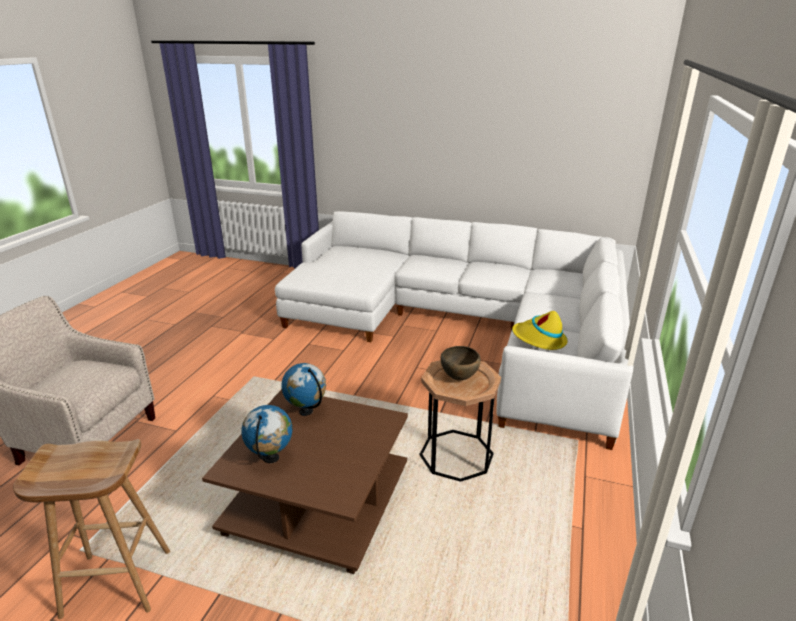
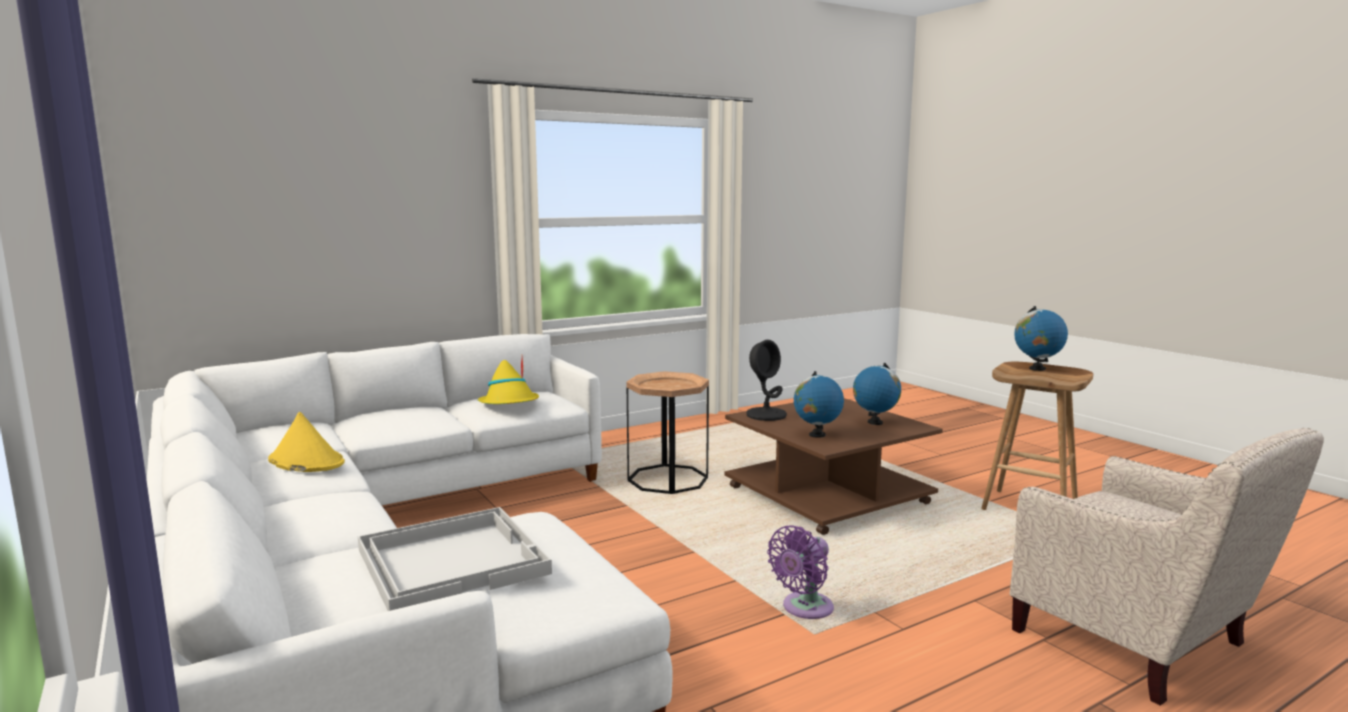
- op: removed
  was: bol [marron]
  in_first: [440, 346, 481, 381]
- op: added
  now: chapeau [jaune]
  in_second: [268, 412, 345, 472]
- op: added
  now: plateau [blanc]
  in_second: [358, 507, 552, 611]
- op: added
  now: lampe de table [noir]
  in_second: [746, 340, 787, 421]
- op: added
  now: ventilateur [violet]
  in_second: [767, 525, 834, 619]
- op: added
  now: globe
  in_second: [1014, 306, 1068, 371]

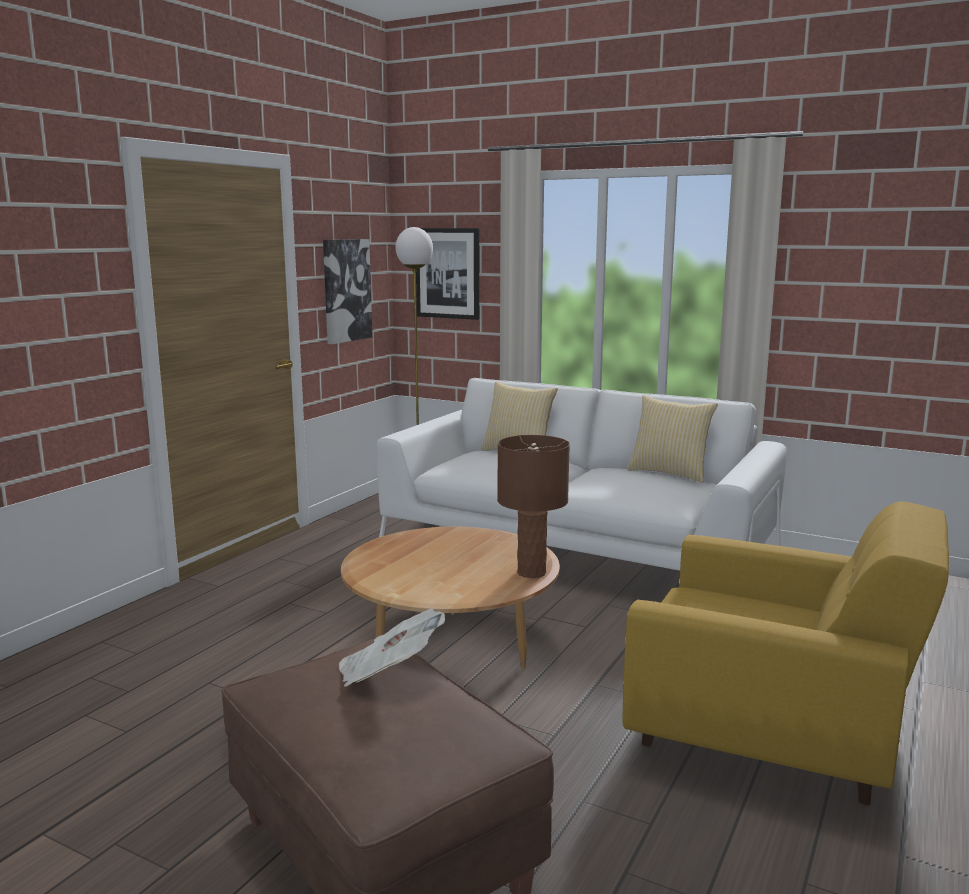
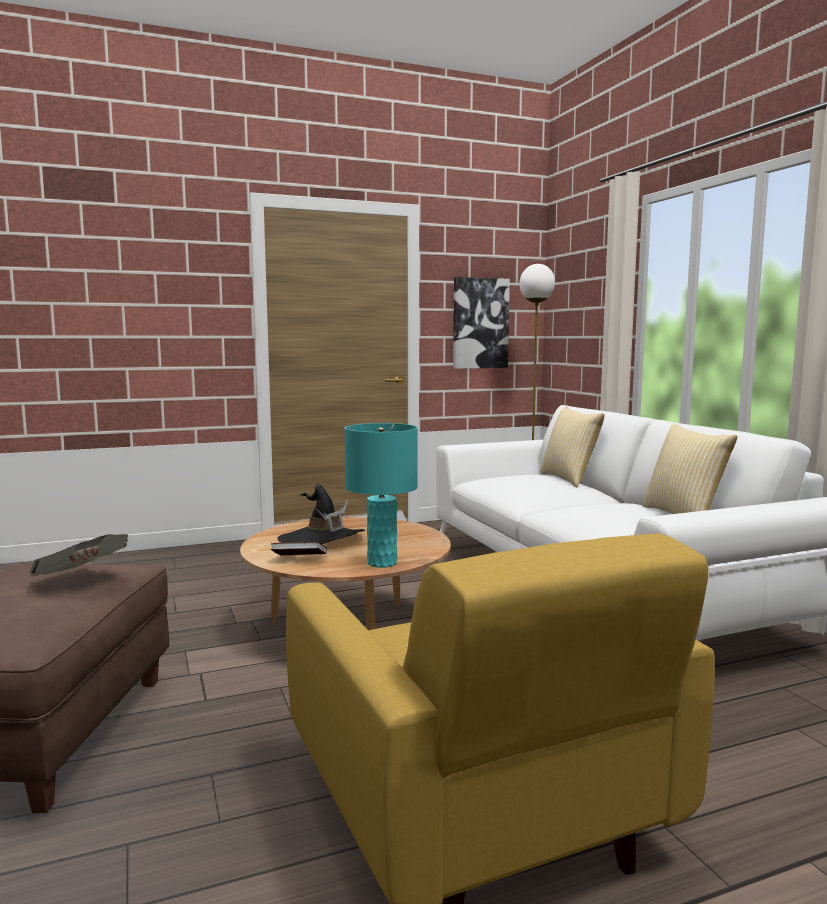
- op: removed
  was: tableau
  in_first: [416, 228, 479, 320]
- op: added
  now: livre
  in_second: [271, 542, 327, 555]
- op: added
  now: chapeau [noir]
  in_second: [277, 484, 365, 544]
- op: recoloured
  was: lampe de table [marron]
  now: lampe de table [turquoise]
  in_first: [497, 435, 570, 578]
  in_second: [345, 423, 418, 568]

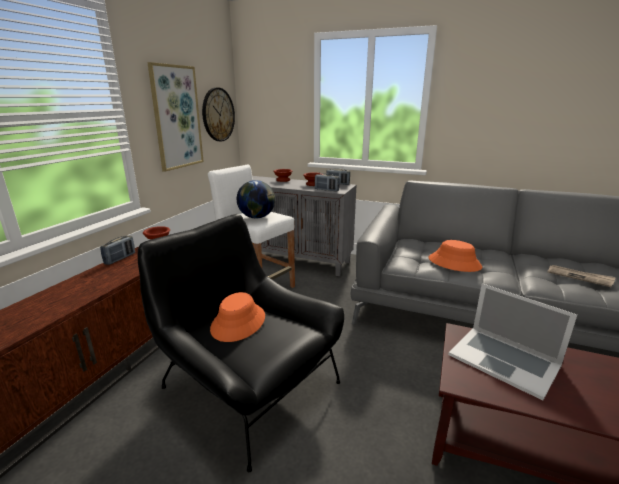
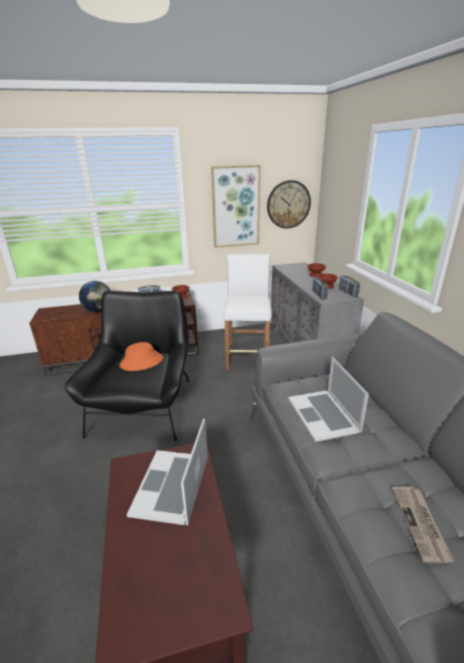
- op: moved
  was: globe
  in_first: [237, 180, 275, 219]
  in_second: [79, 281, 111, 312]
- op: replaced
  was: chapeau [orange]
  now: ordinateur portable
  in_first: [429, 240, 482, 272]
  in_second: [288, 357, 369, 442]

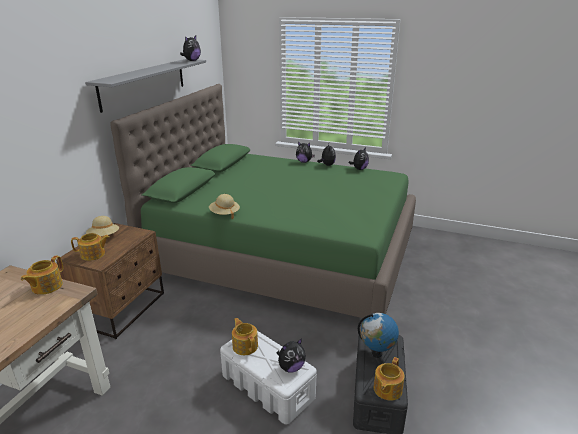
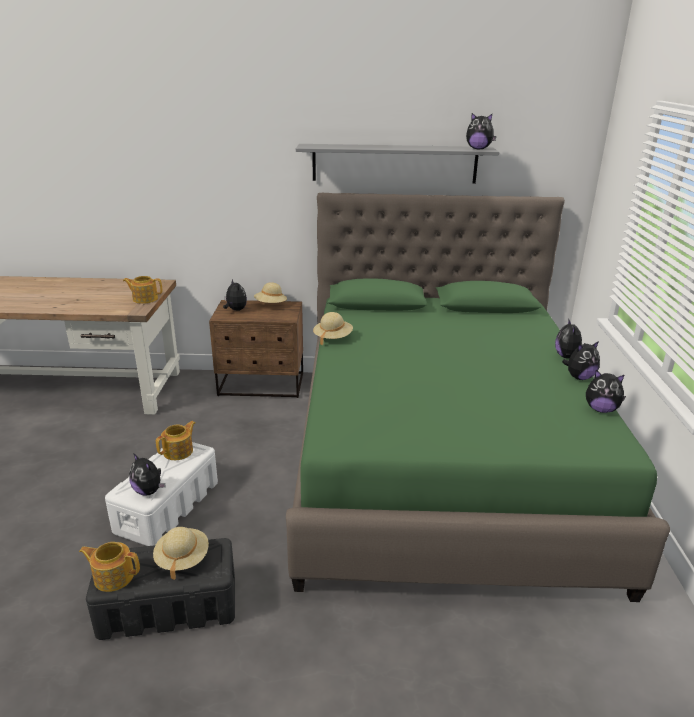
- op: replaced
  was: théière
  now: peluche
  in_first: [71, 233, 110, 261]
  in_second: [223, 278, 247, 311]
- op: replaced
  was: globe
  now: chapeau [beige]
  in_first: [358, 313, 399, 358]
  in_second: [153, 527, 209, 580]

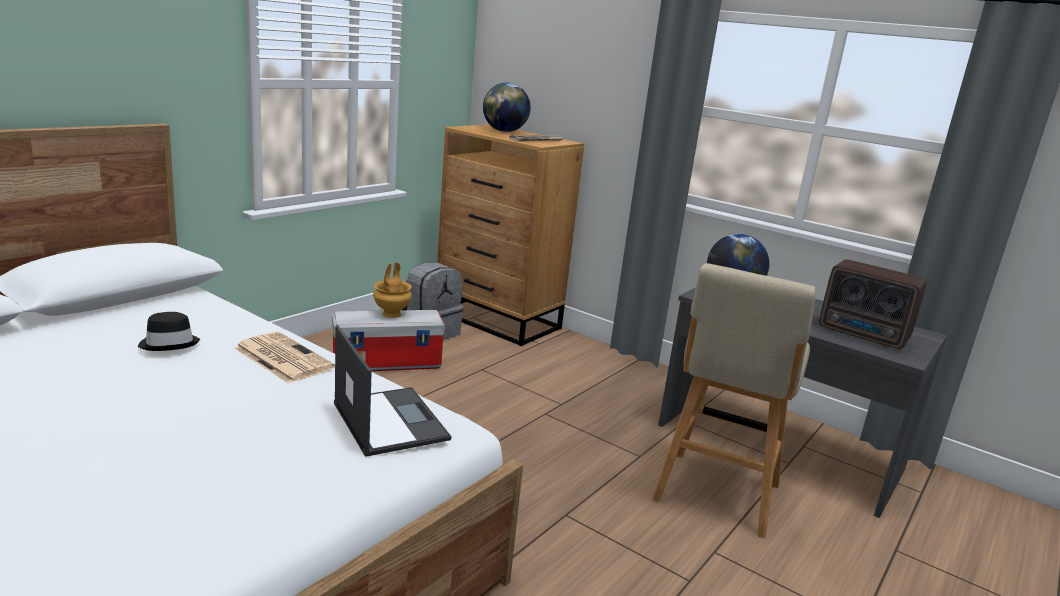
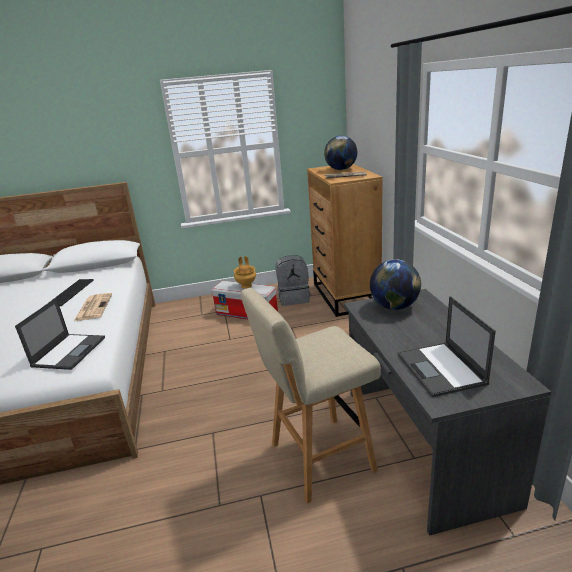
- op: replaced
  was: chapeau [noir]
  now: clavier
  in_first: [138, 312, 200, 351]
  in_second: [47, 279, 94, 306]
- op: replaced
  was: radio
  now: ordinateur portable
  in_first: [819, 260, 927, 349]
  in_second: [398, 296, 496, 397]

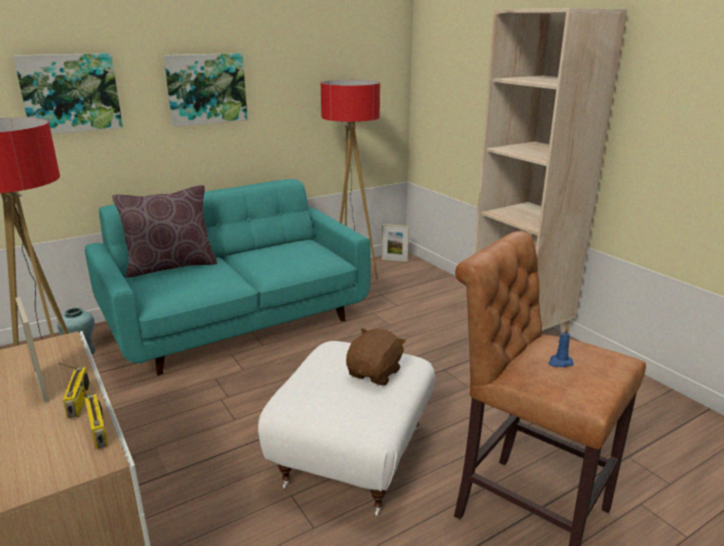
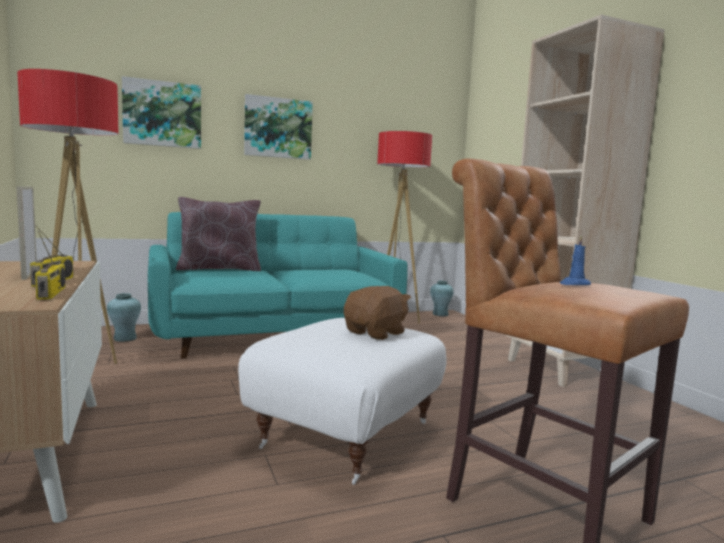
- op: replaced
  was: cadre photo
  now: vase [turquoise]
  in_first: [381, 224, 409, 262]
  in_second: [430, 281, 453, 316]

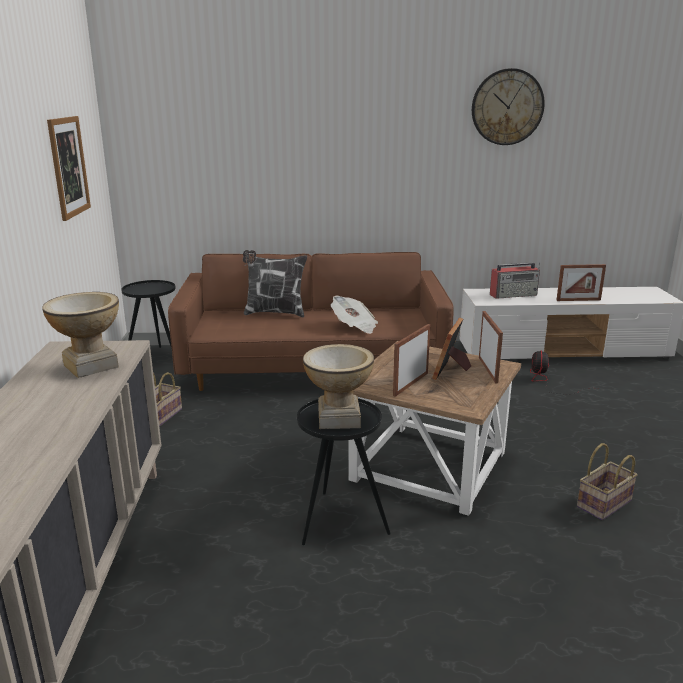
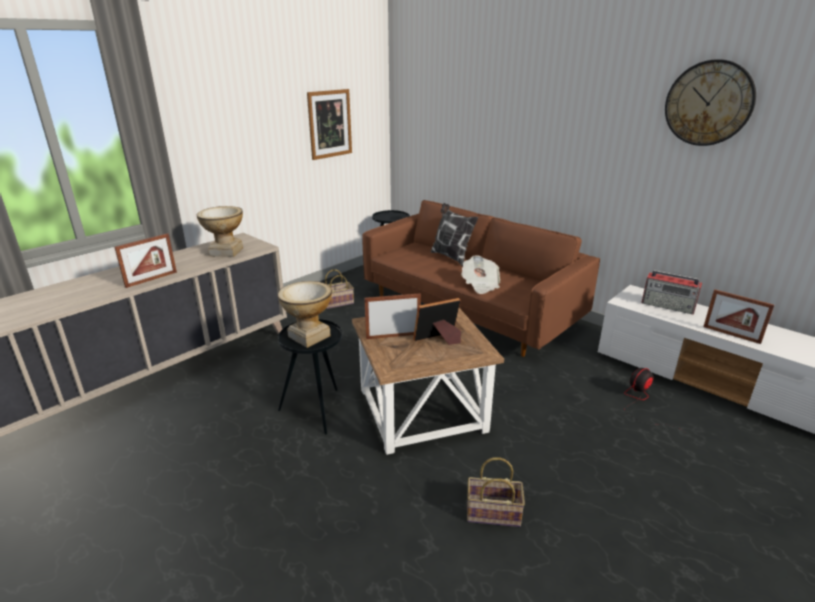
- op: moved
  was: cadre photo
  in_first: [479, 311, 503, 383]
  in_second: [115, 233, 177, 288]

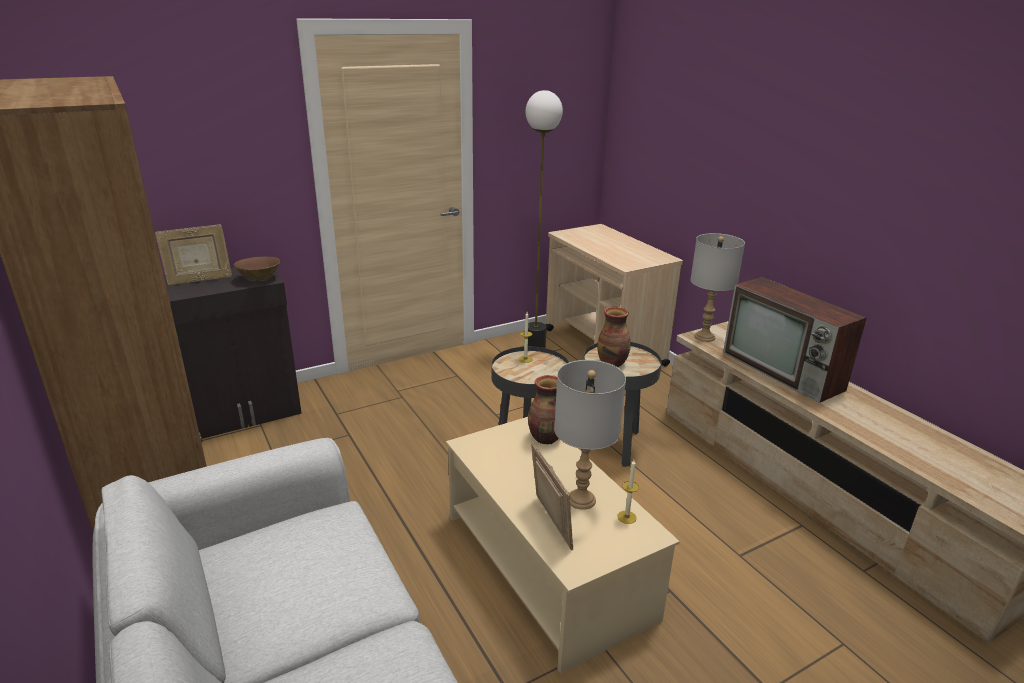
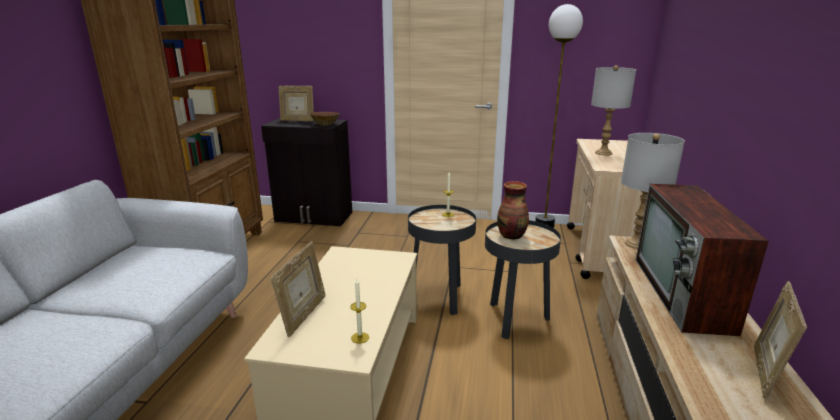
- op: removed
  was: vase
  in_first: [528, 375, 559, 444]
- op: added
  now: cadre photo
  in_second: [754, 281, 807, 399]
- op: moved
  was: lampe de table [gris]
  in_first: [554, 360, 626, 510]
  in_second: [591, 65, 636, 156]

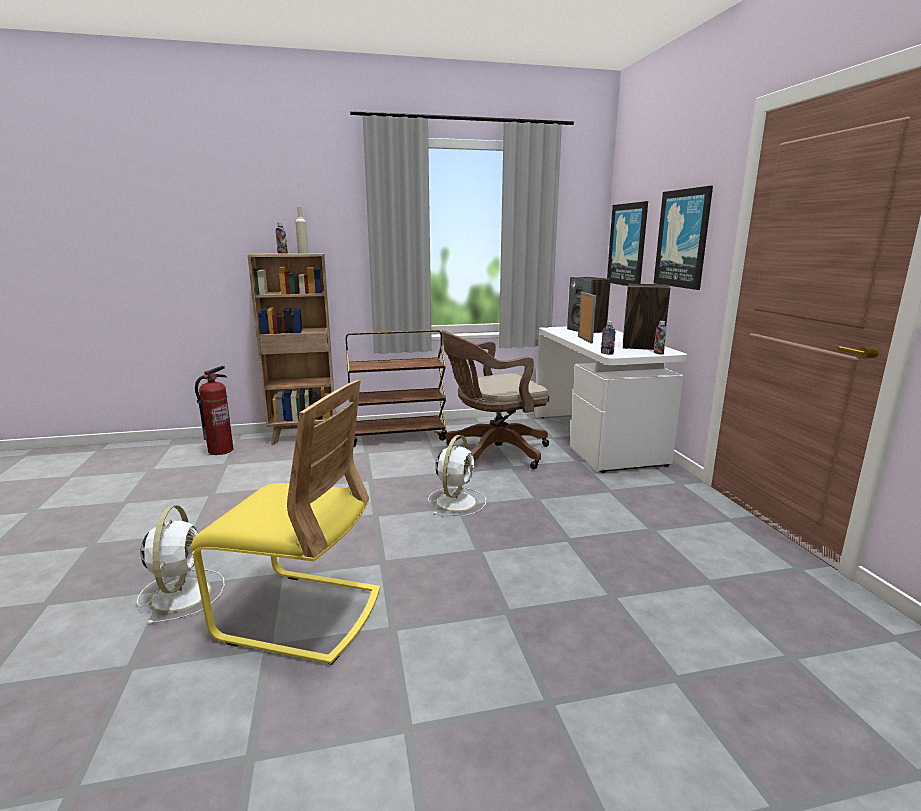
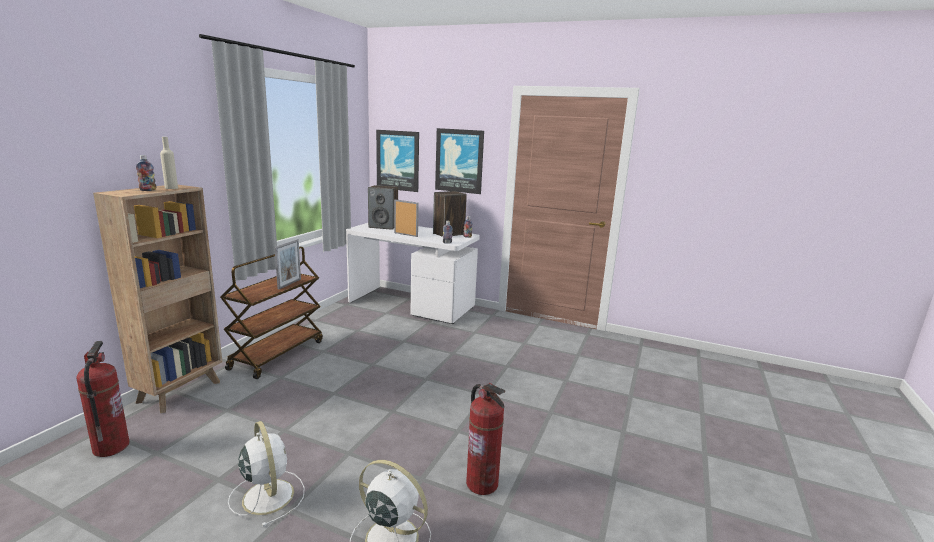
- op: removed
  was: chaise de bureau [marron]
  in_first: [441, 330, 549, 469]
- op: added
  now: cadre photo
  in_second: [274, 240, 301, 289]
- op: moved
  was: ventilateur [blanc]
  in_first: [428, 435, 486, 516]
  in_second: [228, 421, 305, 527]
- op: replaced
  was: chaise [jaune]
  now: extincteur
  in_first: [190, 380, 380, 665]
  in_second: [466, 383, 505, 495]

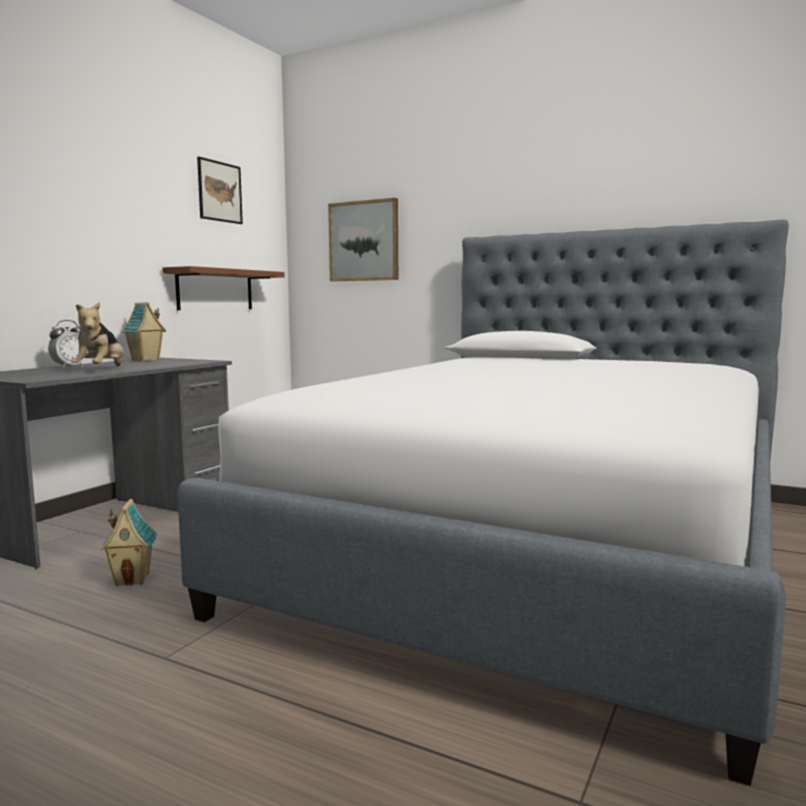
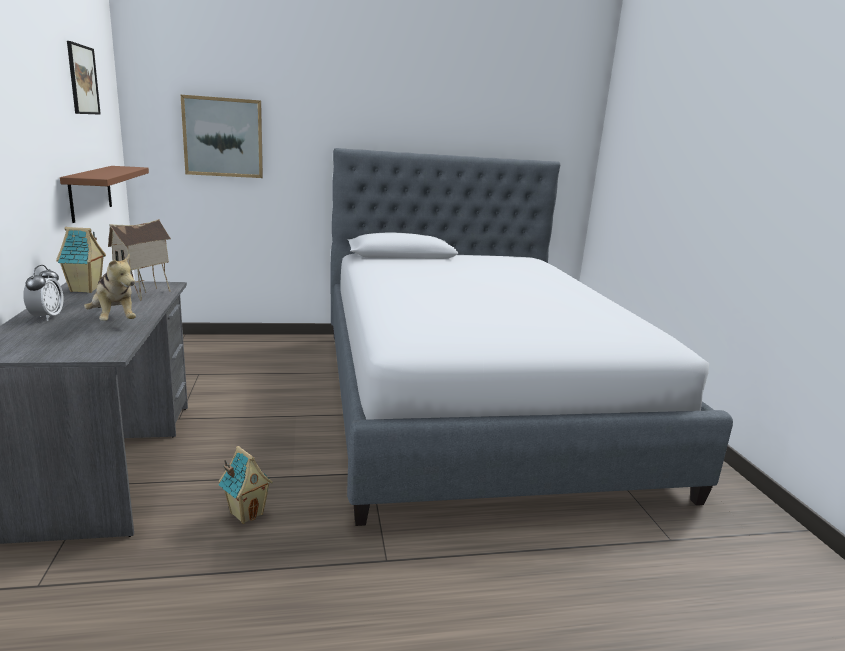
- op: added
  now: maison miniature
  in_second: [108, 219, 171, 301]

